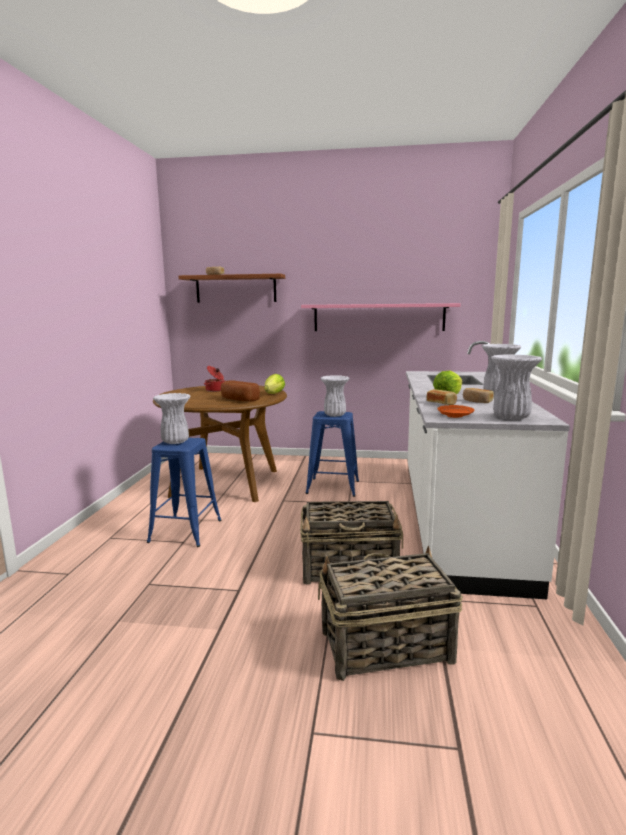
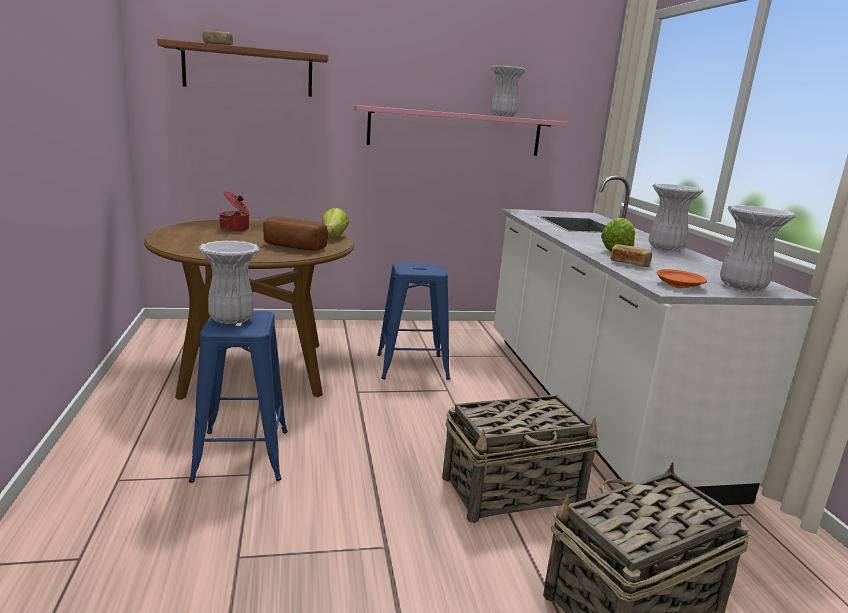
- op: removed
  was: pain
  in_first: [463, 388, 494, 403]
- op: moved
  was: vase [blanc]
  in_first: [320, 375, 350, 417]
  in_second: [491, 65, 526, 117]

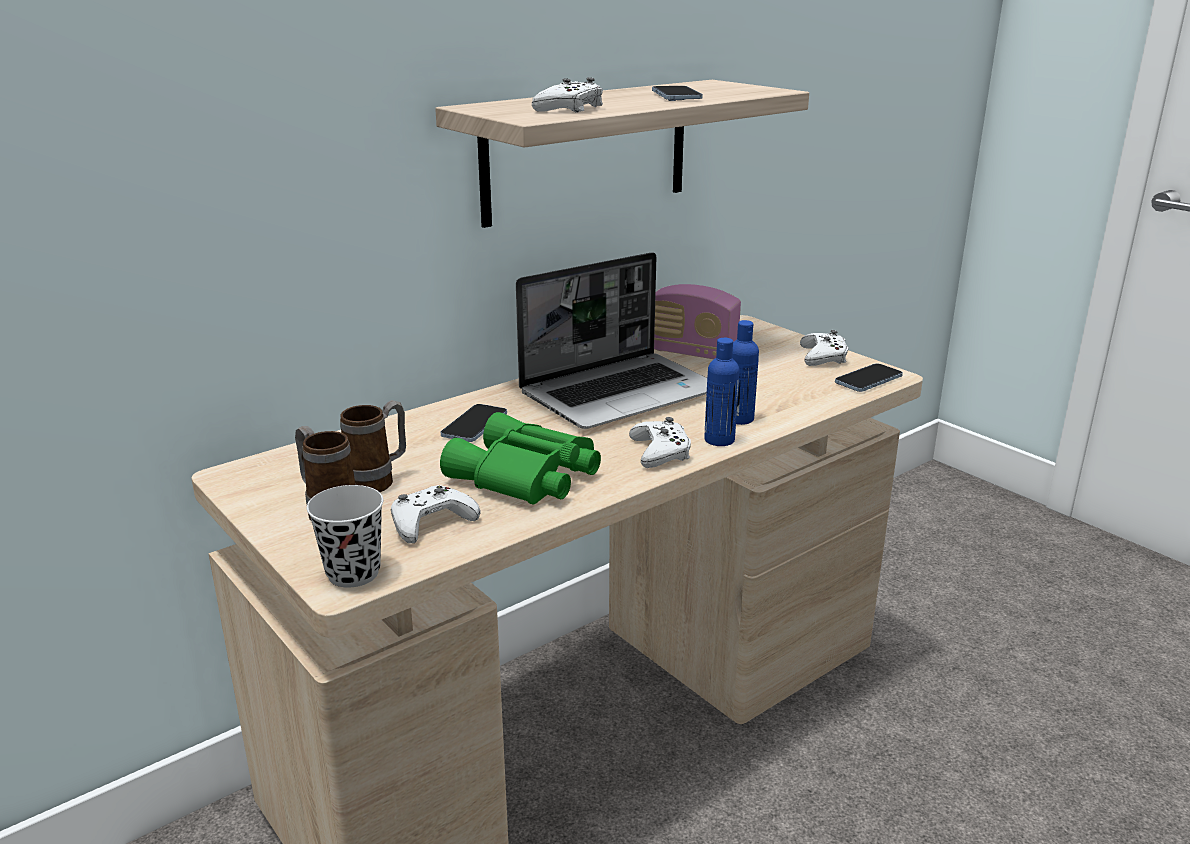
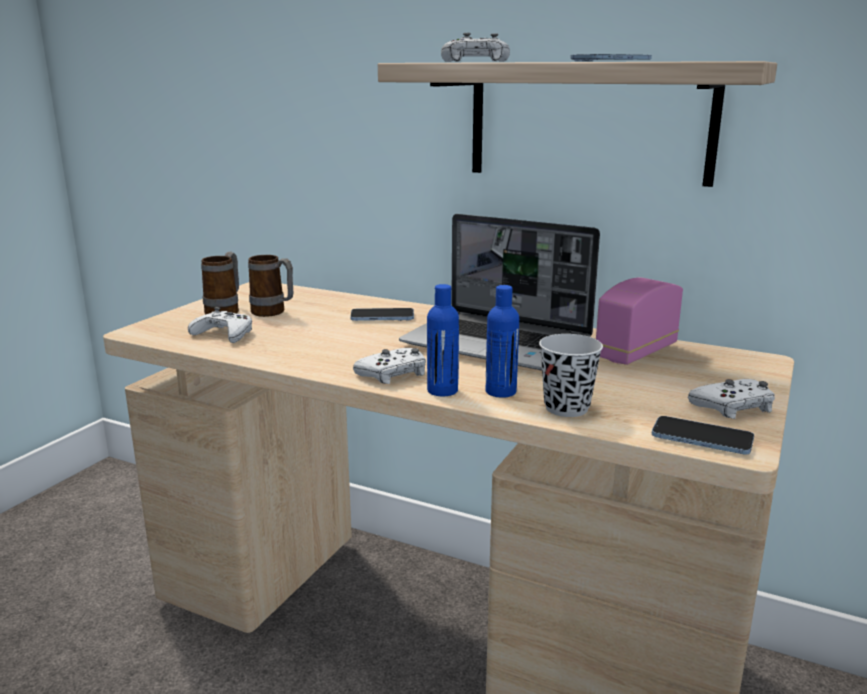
- op: removed
  was: jumelles [vert]
  in_first: [440, 412, 601, 505]
- op: moved
  was: tasse [noir]
  in_first: [307, 485, 383, 588]
  in_second: [539, 334, 603, 417]
- op: turned
  was: radio
  in_first: [654, 284, 741, 359]
  in_second: [596, 278, 683, 365]
  clockwise: 45

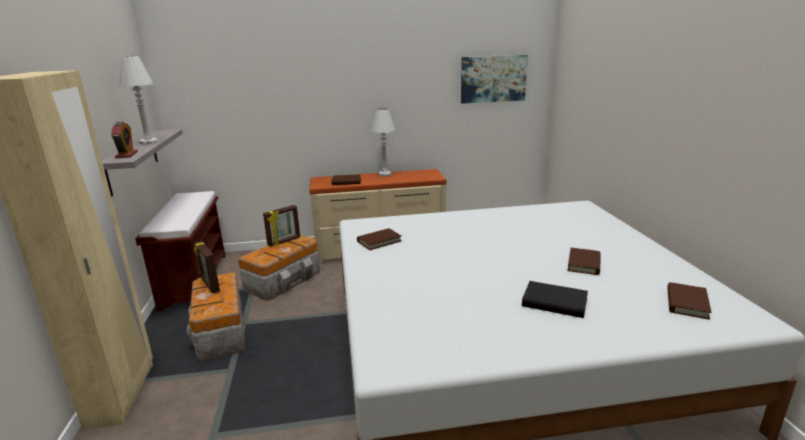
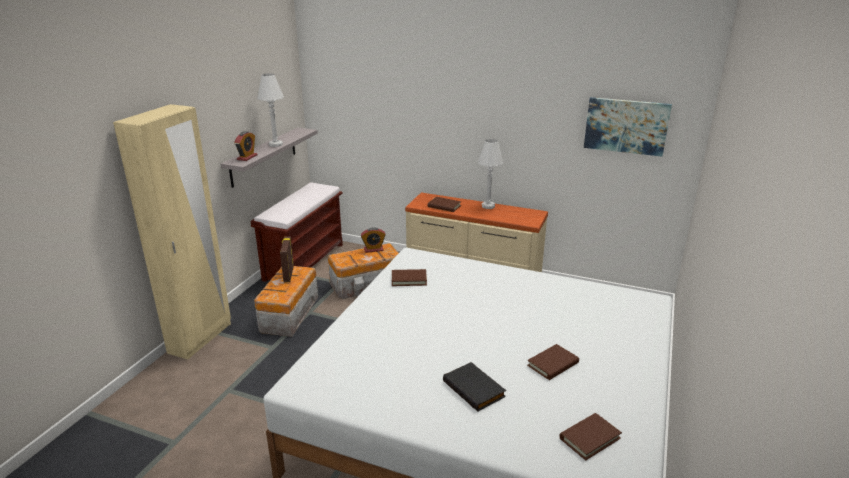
- op: replaced
  was: cadre photo
  now: réveil
  in_first: [263, 205, 300, 247]
  in_second: [361, 227, 386, 253]

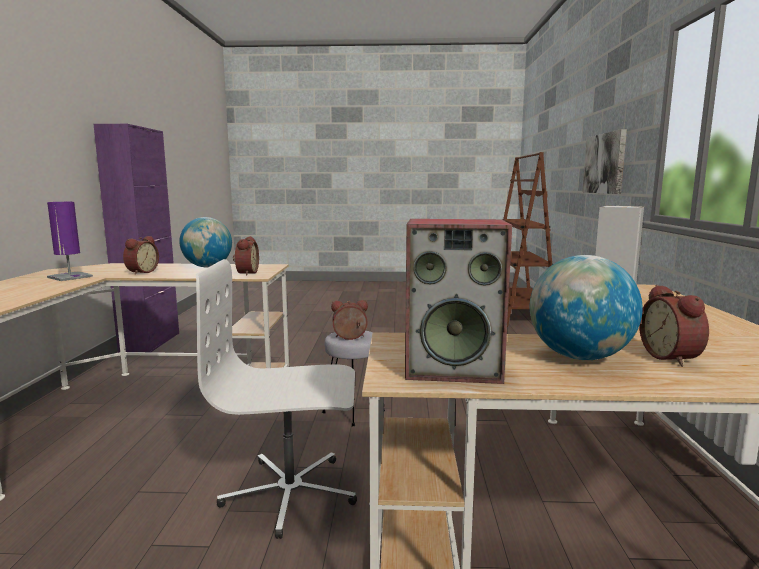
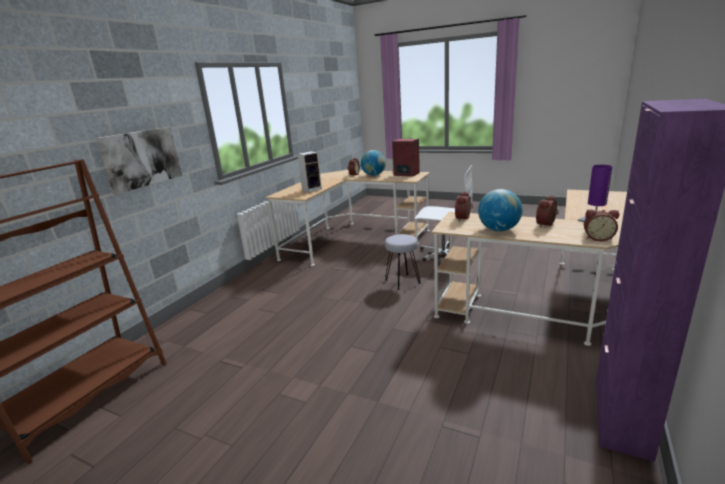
- op: moved
  was: réveil
  in_first: [331, 300, 368, 340]
  in_second: [584, 209, 619, 241]

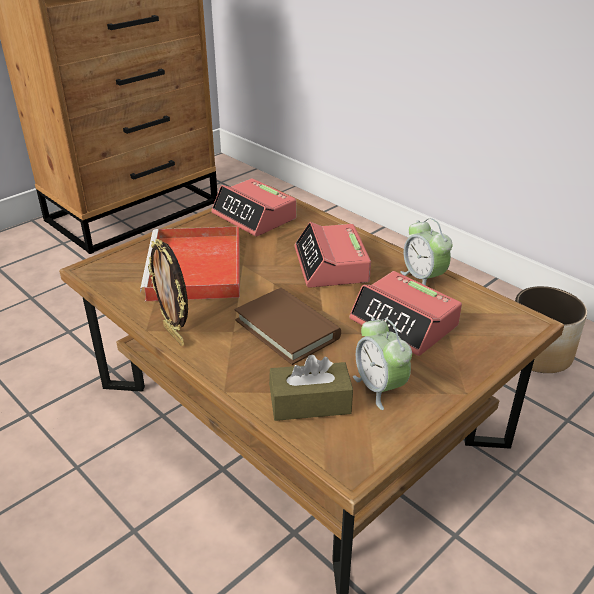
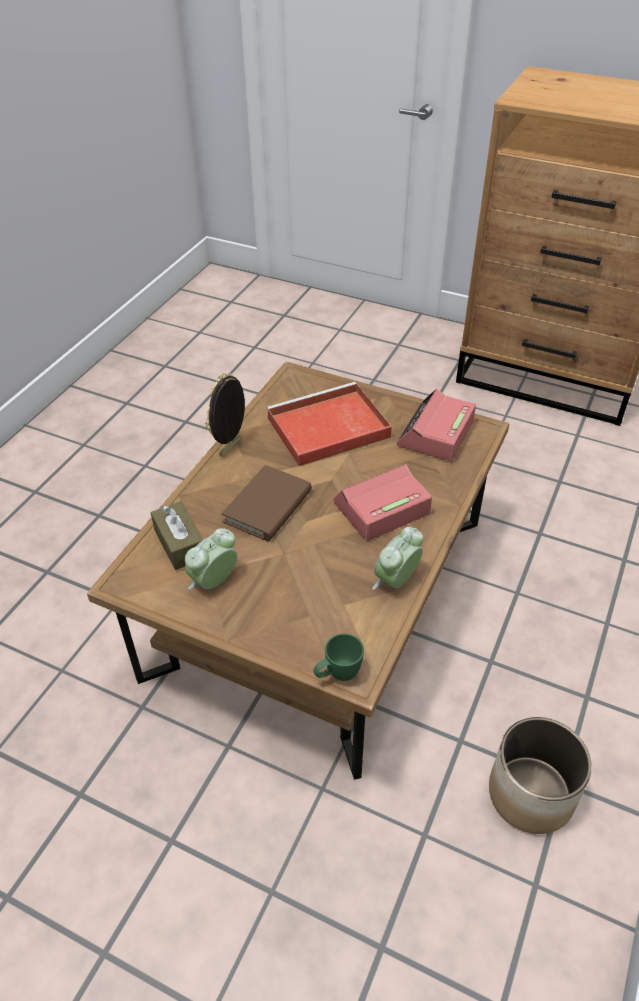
- op: removed
  was: réveil
  in_first: [349, 271, 462, 356]
- op: added
  now: mug [vert]
  in_second: [313, 633, 364, 681]

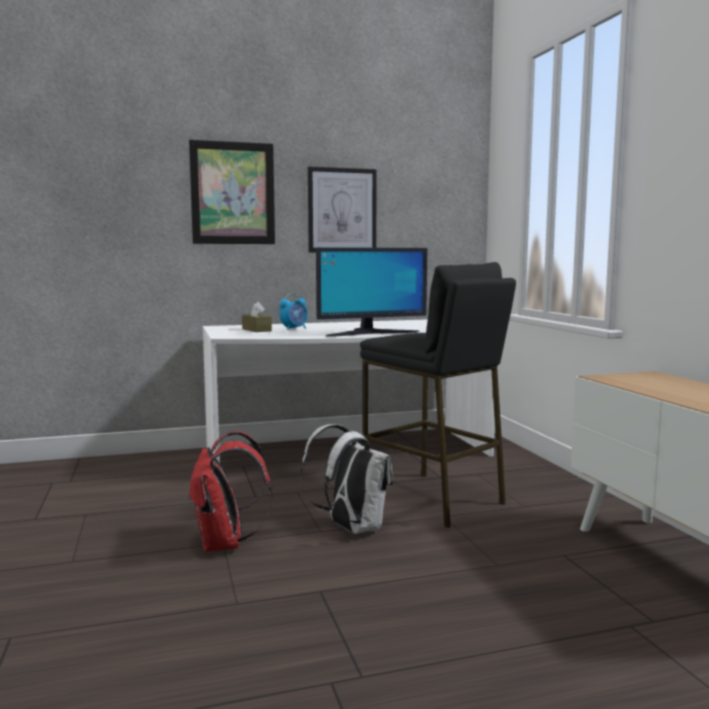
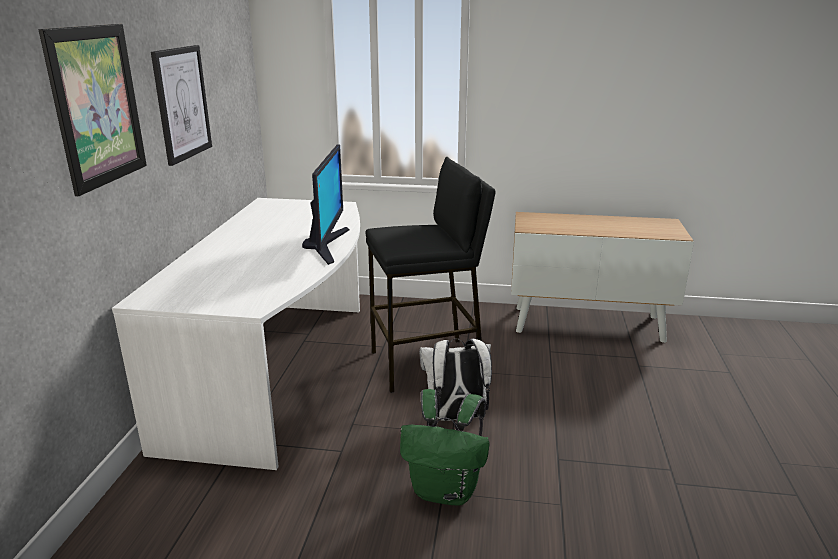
- op: removed
  was: boîte à mouchoirs [marron]
  in_first: [242, 302, 272, 332]
- op: removed
  was: réveil
  in_first: [279, 293, 308, 330]
- op: recoloured
  was: sac à dos [rouge]
  now: sac à dos [vert]
  in_first: [188, 431, 273, 552]
  in_second: [400, 389, 490, 506]

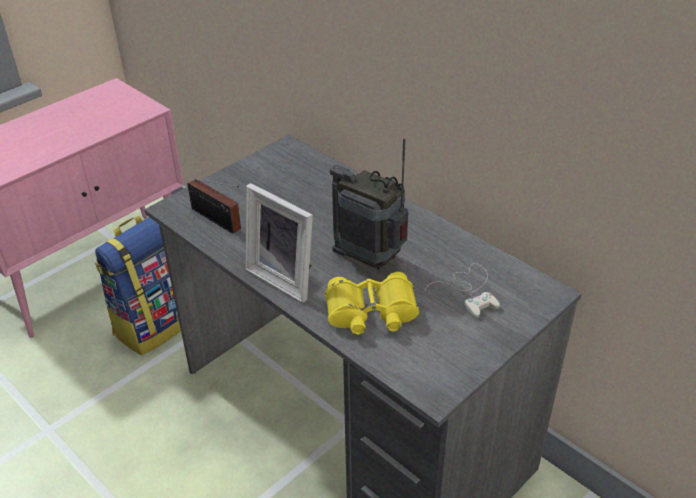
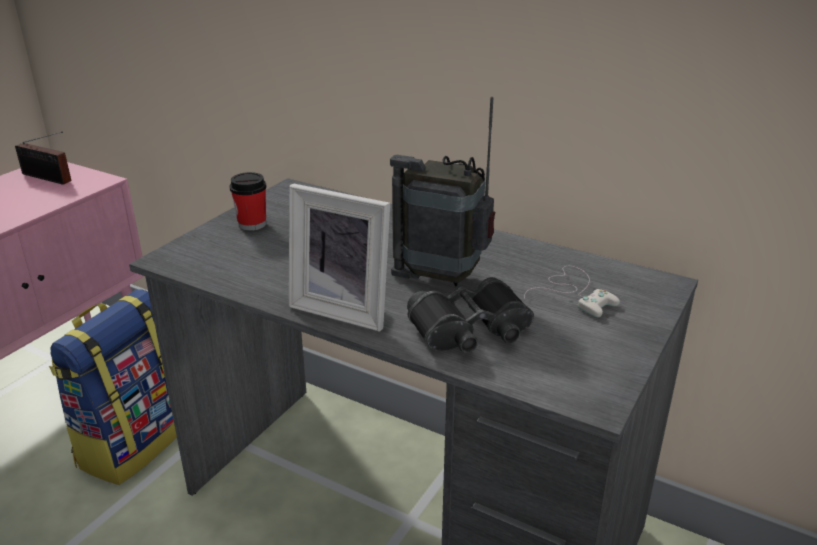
- op: added
  now: tasse
  in_second: [229, 172, 267, 231]
- op: moved
  was: radio
  in_first: [187, 179, 241, 234]
  in_second: [15, 131, 71, 185]
- op: recoloured
  was: jumelles [jaune]
  now: jumelles [noir]
  in_first: [325, 272, 419, 335]
  in_second: [407, 277, 534, 353]

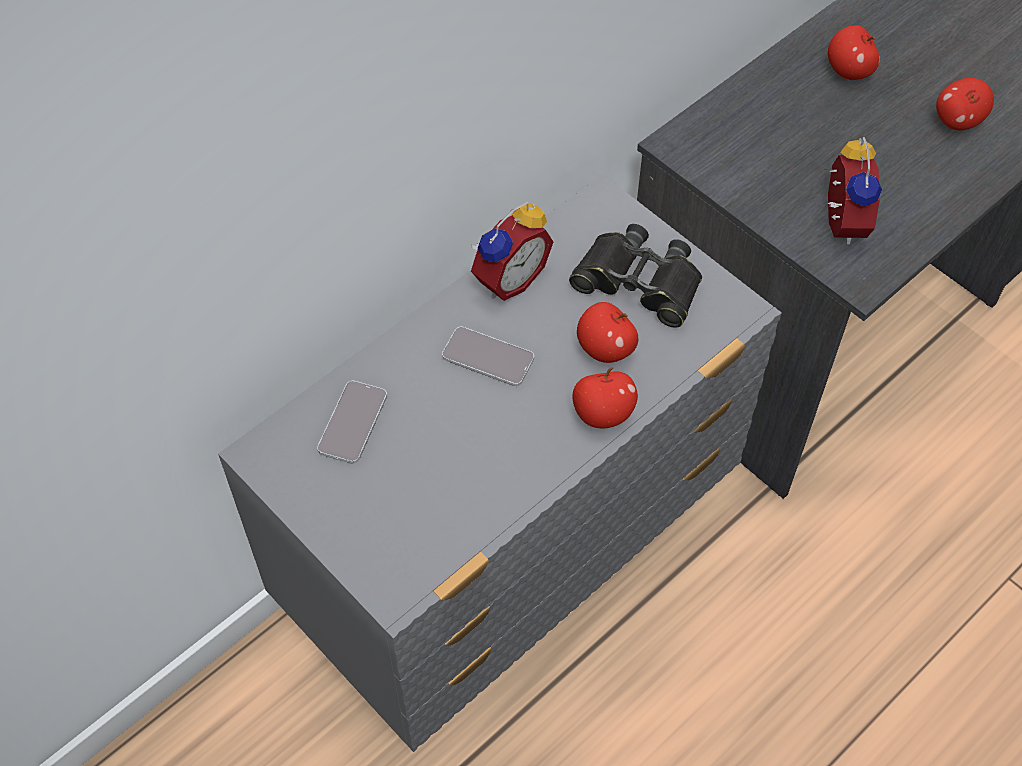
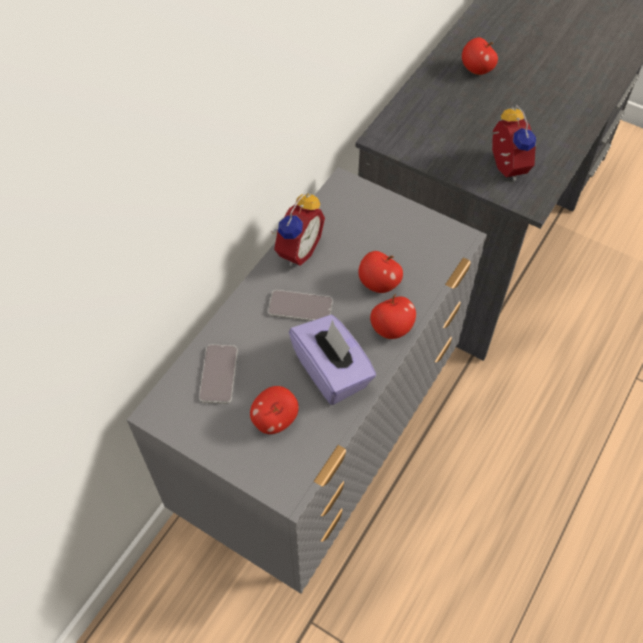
- op: removed
  was: jumelles [noir]
  in_first: [569, 224, 702, 328]
- op: added
  now: boîte à mouchoirs [violet]
  in_second: [289, 315, 376, 405]
- op: moved
  was: pomme
  in_first: [936, 78, 994, 130]
  in_second: [250, 386, 299, 434]

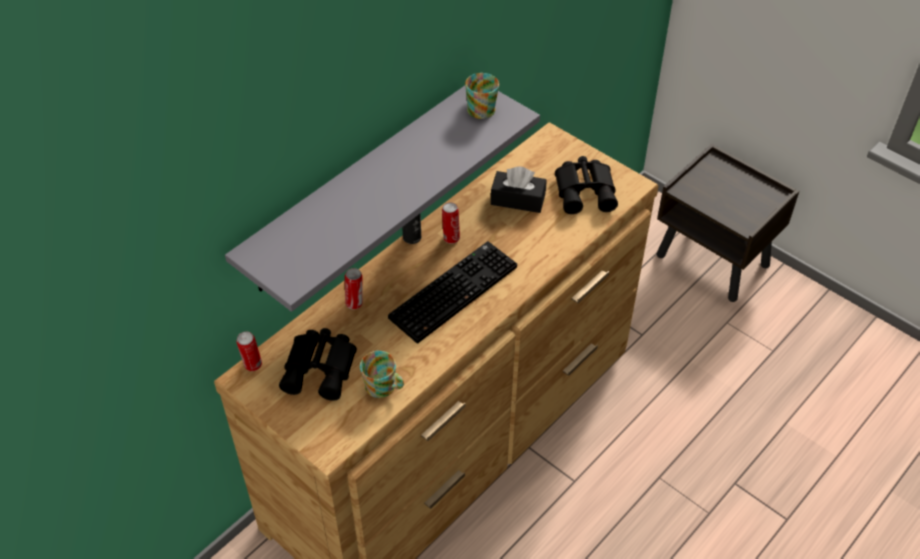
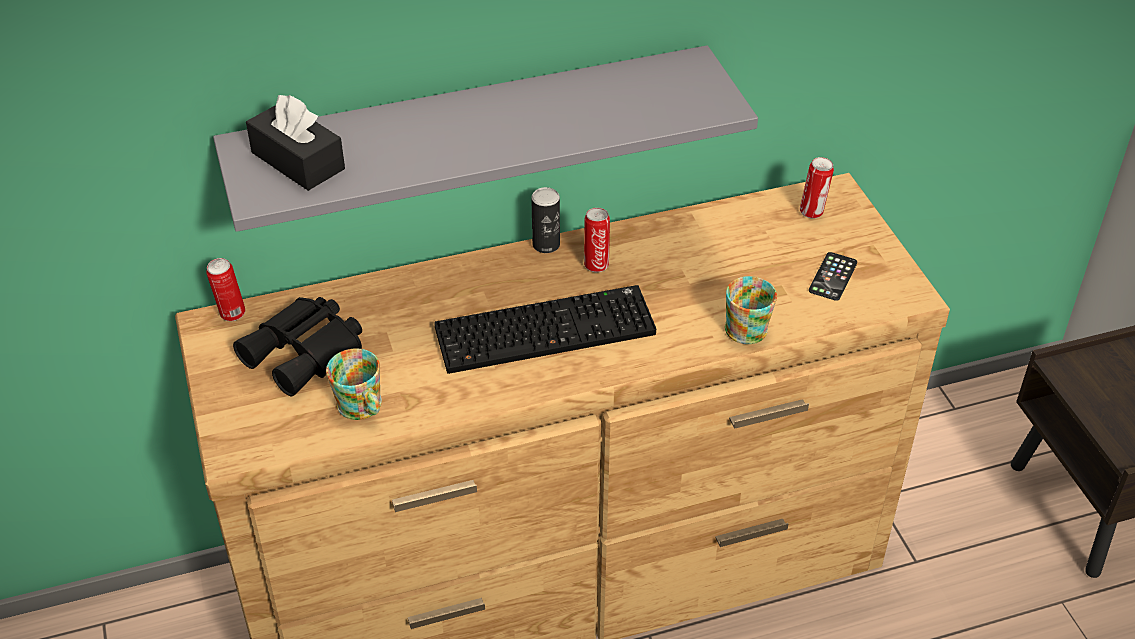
- op: moved
  was: boîte métallique
  in_first: [345, 268, 363, 309]
  in_second: [800, 157, 834, 219]
- op: moved
  was: mug
  in_first: [465, 73, 499, 119]
  in_second: [725, 276, 777, 344]
- op: moved
  was: boîte à mouchoirs [noir]
  in_first: [491, 166, 547, 213]
  in_second: [246, 95, 345, 191]
- op: replaced
  was: jumelles [noir]
  now: téléphone
  in_first: [555, 156, 618, 214]
  in_second: [809, 252, 857, 301]

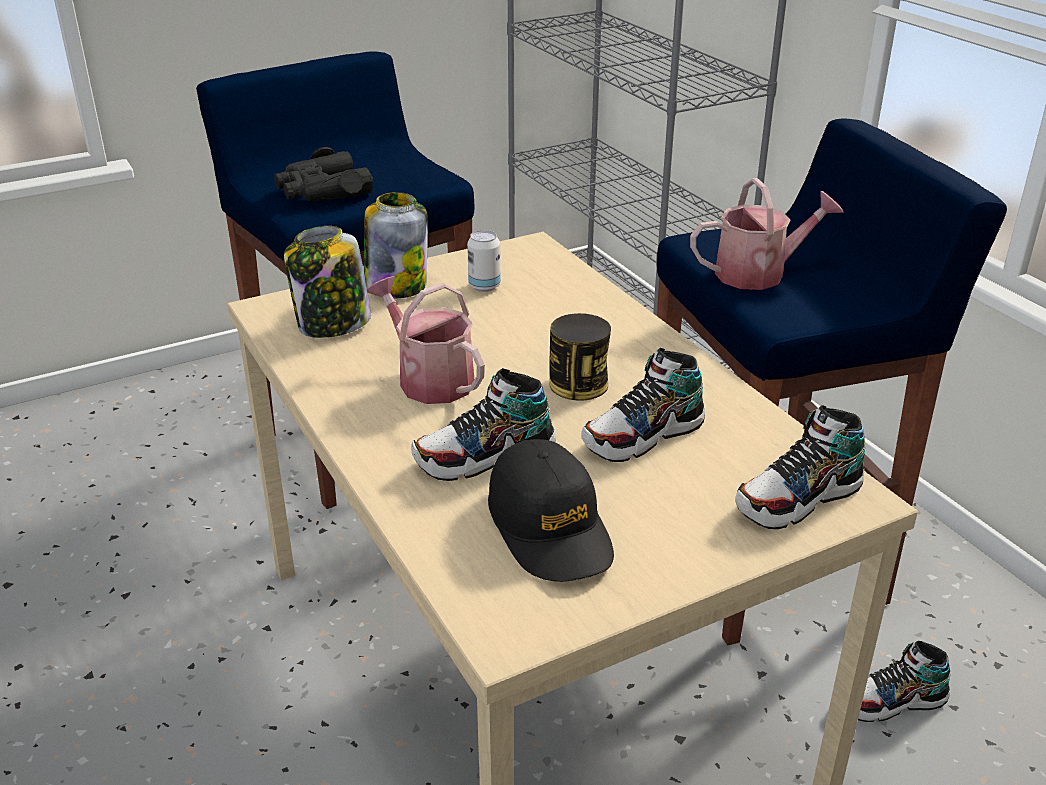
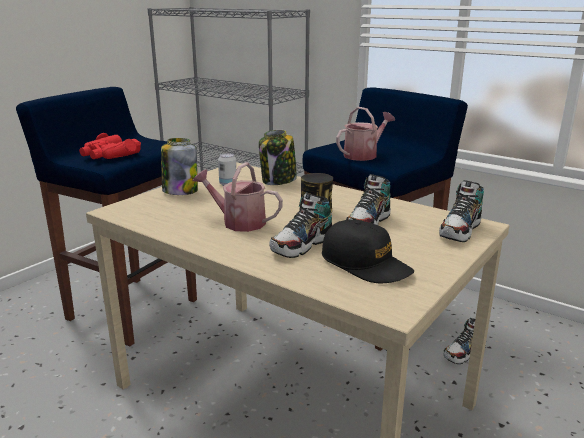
- op: moved
  was: bocal
  in_first: [284, 226, 371, 338]
  in_second: [259, 130, 297, 185]
- op: recoloured
  was: jumelles [noir]
  now: jumelles [rouge]
  in_first: [274, 147, 373, 202]
  in_second: [79, 133, 141, 159]

